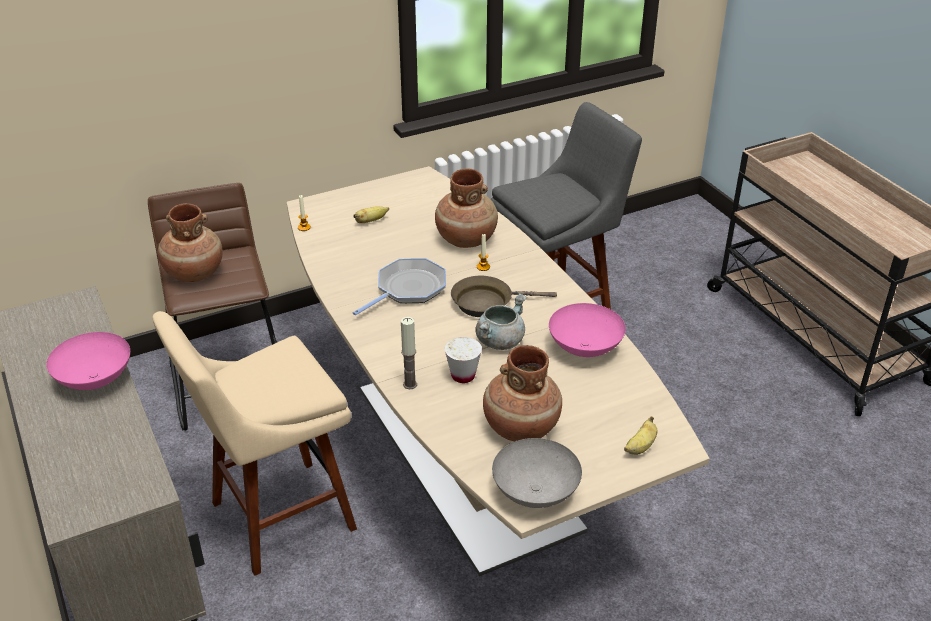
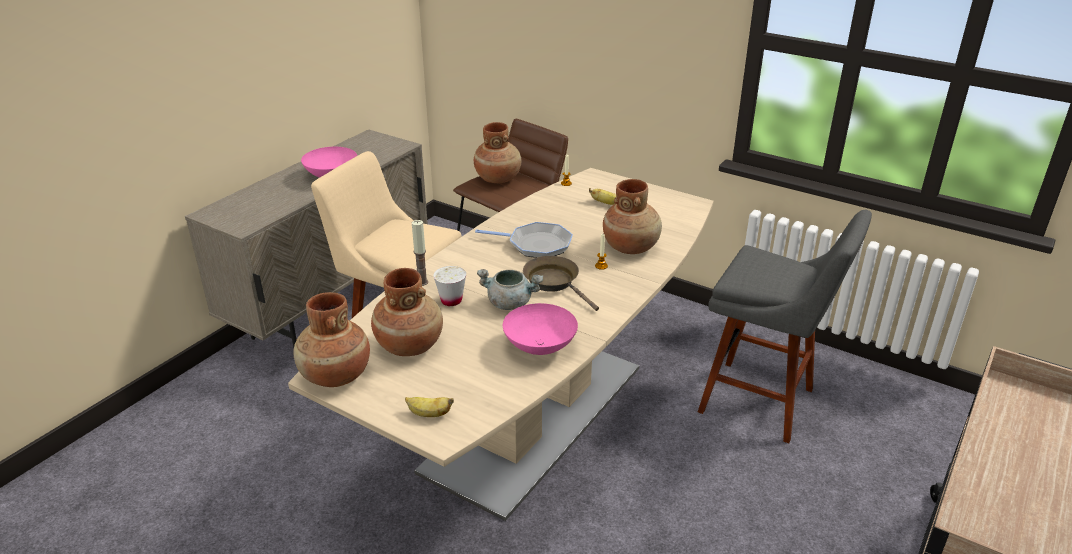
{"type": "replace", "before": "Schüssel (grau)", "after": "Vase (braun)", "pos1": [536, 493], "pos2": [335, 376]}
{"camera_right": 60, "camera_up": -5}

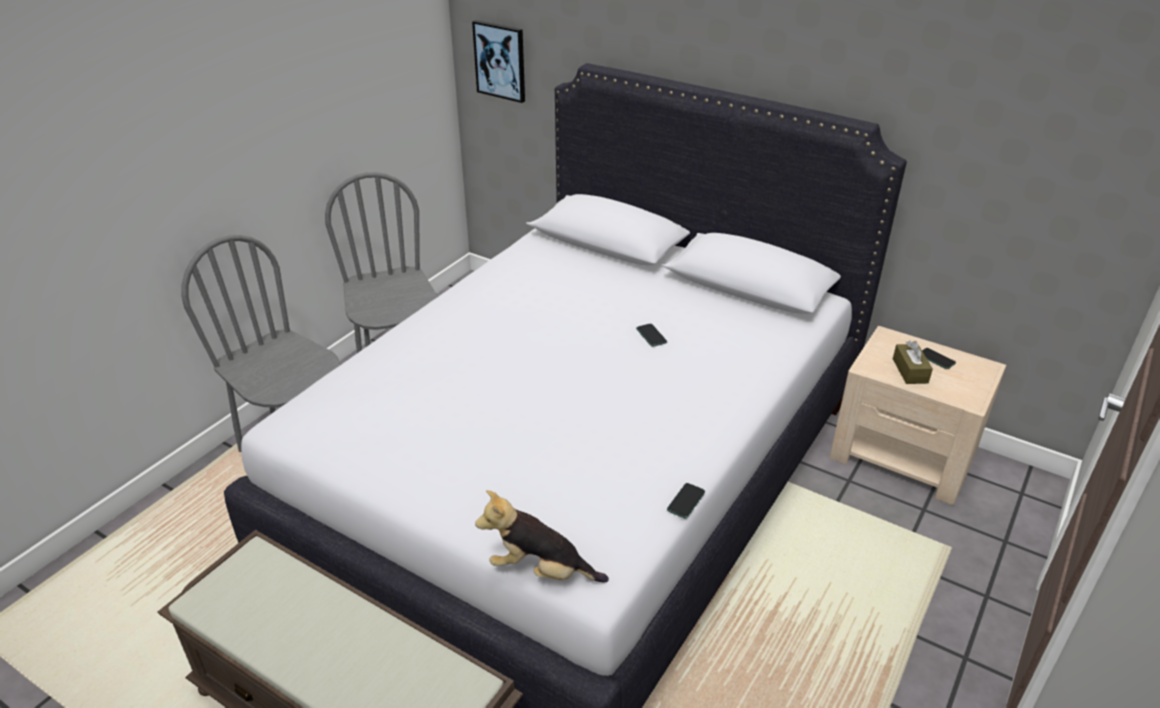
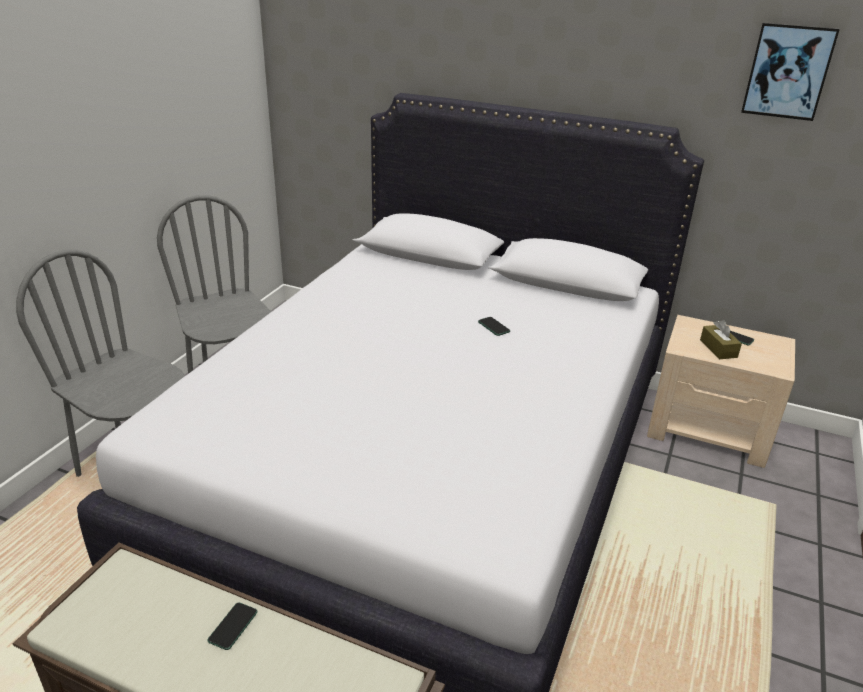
{"type": "delete", "before": "Plüschtier", "pos1": [540, 570]}
{"type": "move", "before": "Bild", "pos1": [500, 60], "pos2": [788, 71]}
{"type": "move", "before": "Handy", "pos1": [686, 501], "pos2": [233, 626]}
{"camera_right": -10, "camera_up": -5}

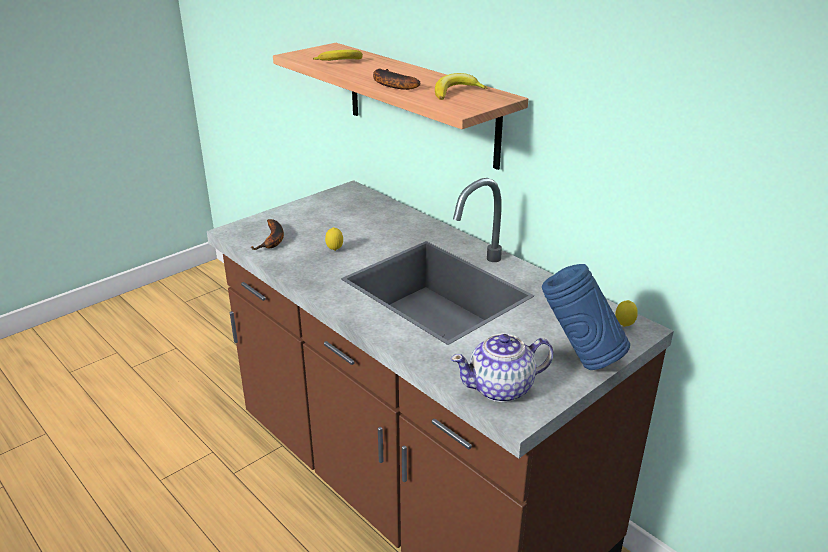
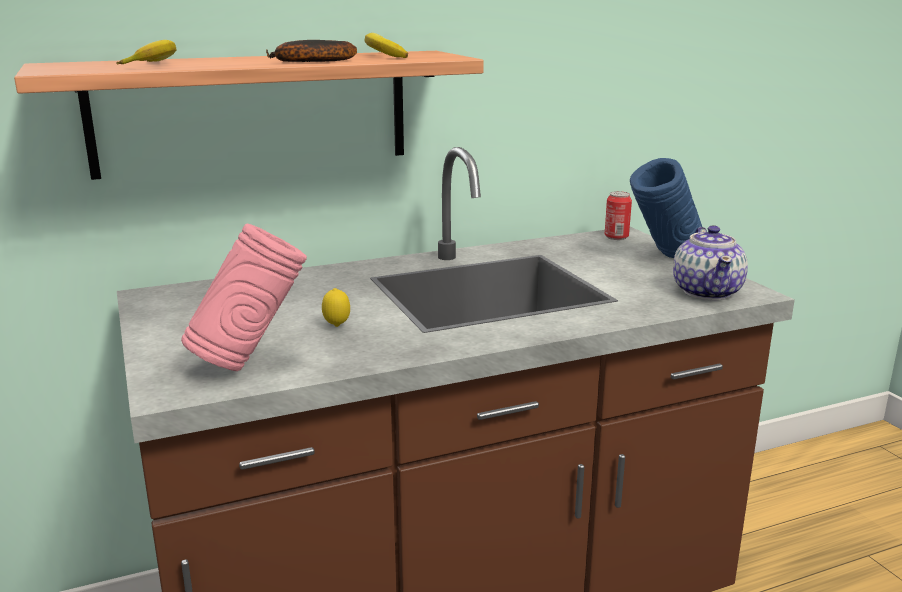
{"type": "replace", "before": "Banane", "after": "Vase (rosa)", "pos1": [273, 240], "pos2": [250, 363]}
{"type": "replace", "before": "Zitrone", "after": "Dose", "pos1": [624, 326], "pos2": [616, 237]}
{"camera_right": -70, "camera_up": -10}

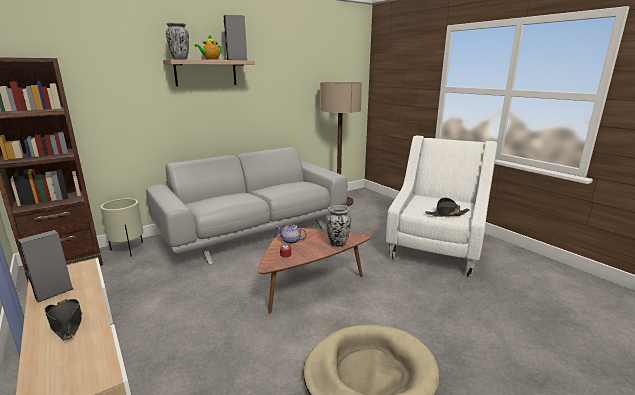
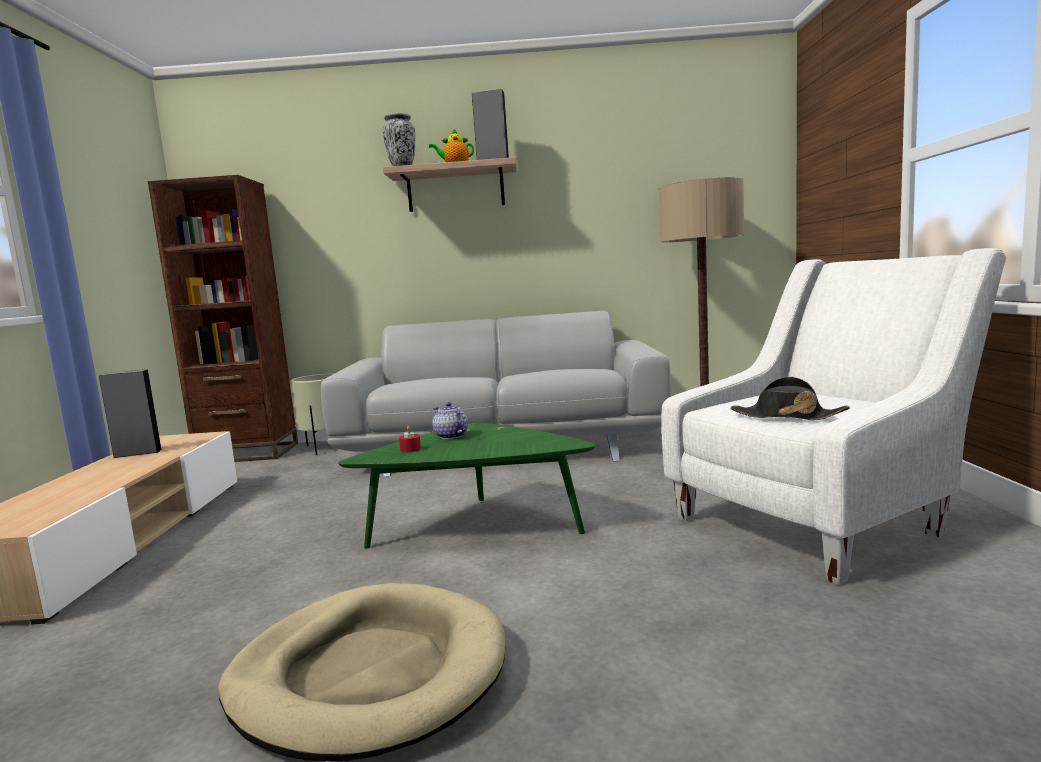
{"type": "delete", "before": "Hut (schwarz)", "pos1": [66, 323]}
{"type": "delete", "before": "Vase", "pos1": [338, 244]}
{"type": "recolor", "before": "Couchtisch (braun)", "after": "Couchtisch (grün)", "pos1": [309, 284], "pos2": [476, 525]}
{"camera_right": 35, "camera_up": -10}

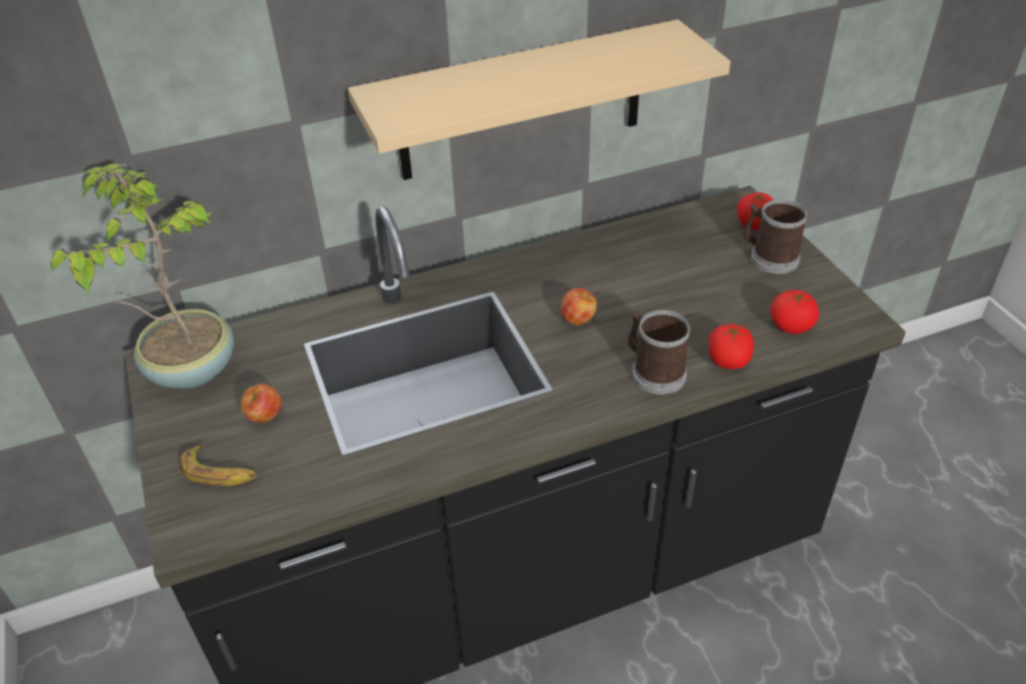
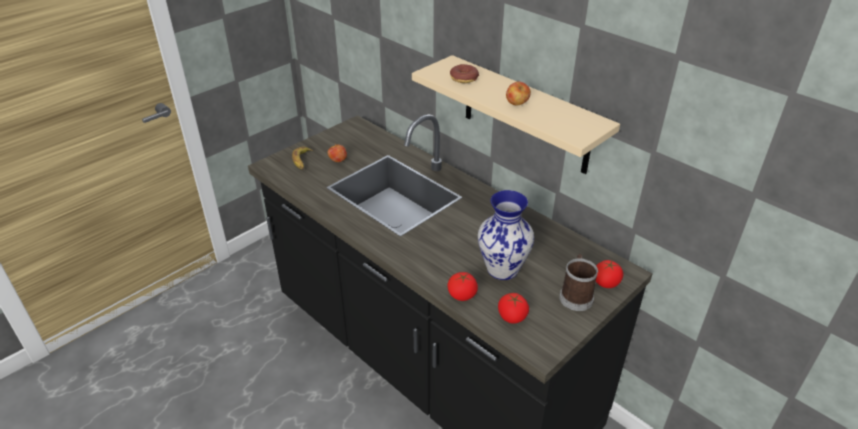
{"type": "delete", "before": "Topfpflanze", "pos1": [190, 369]}
{"type": "delete", "before": "Henkelbecher", "pos1": [653, 372]}
{"type": "insert", "after": "Donut", "pos2": [464, 78]}
{"type": "insert", "after": "Vase", "pos2": [502, 268]}
{"type": "move", "before": "Apfel", "pos1": [578, 320], "pos2": [517, 104]}
{"camera_right": 65, "camera_up": -5}

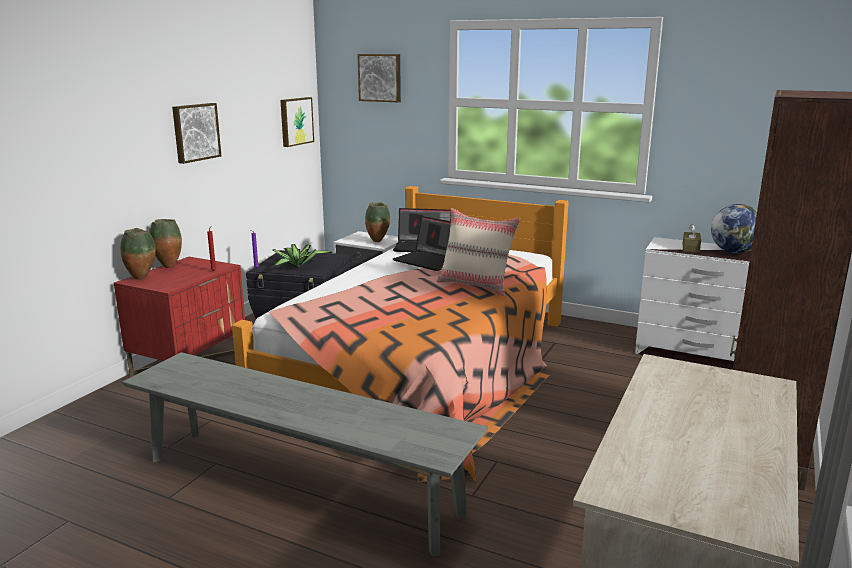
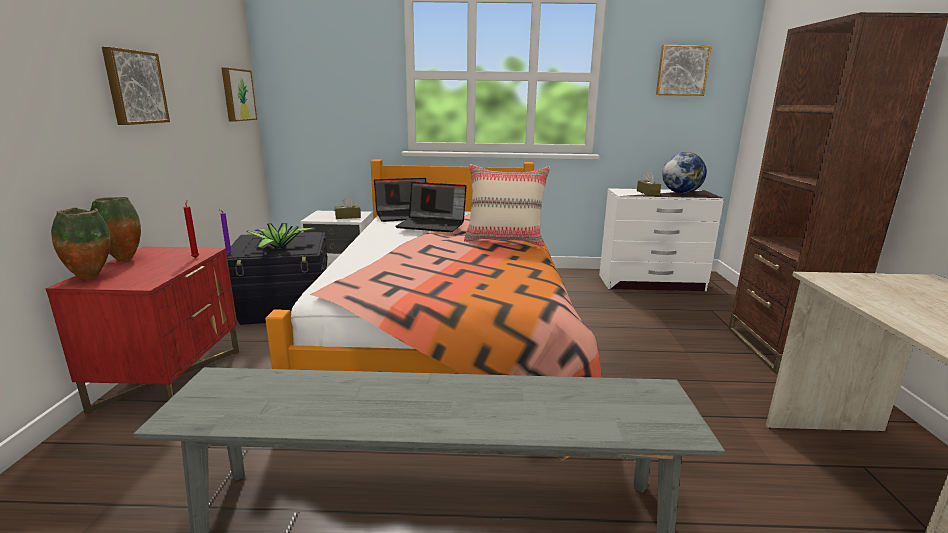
{"type": "move", "before": "Bild", "pos1": [380, 77], "pos2": [682, 70]}
{"type": "replace", "before": "Vase", "after": "Taschentuchbox (braun)", "pos1": [378, 241], "pos2": [348, 217]}
{"camera_right": -25, "camera_up": 0}

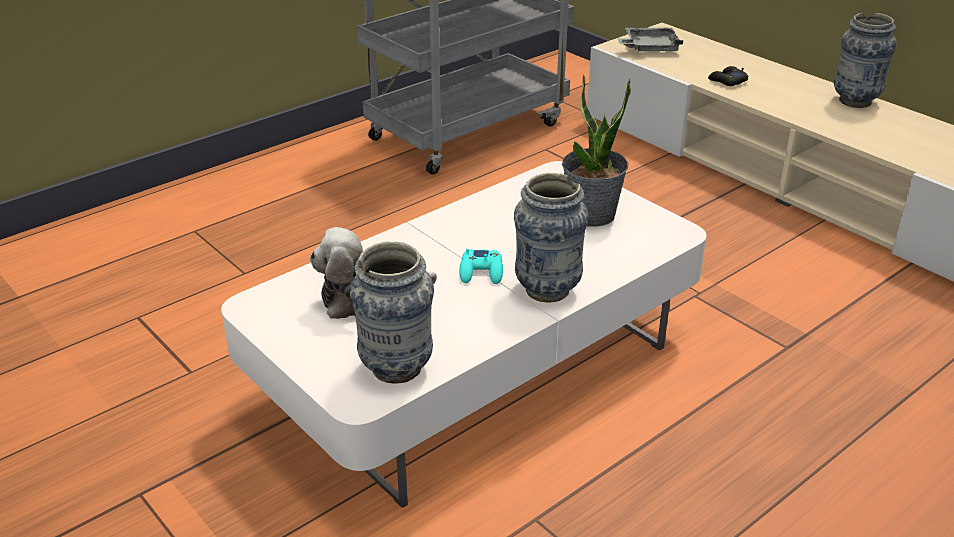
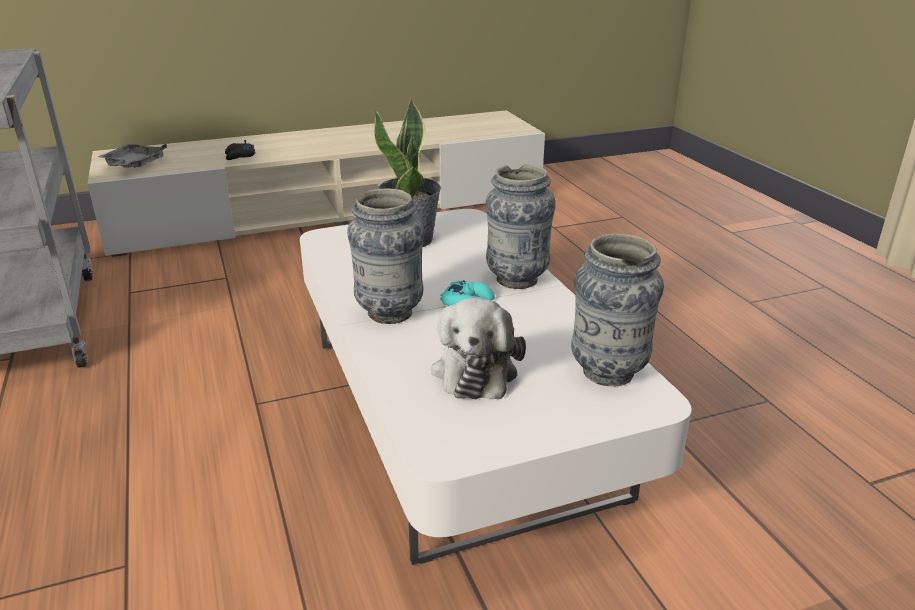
{"type": "move", "before": "Vase", "pos1": [855, 101], "pos2": [389, 313]}
{"camera_right": -70, "camera_up": -5}

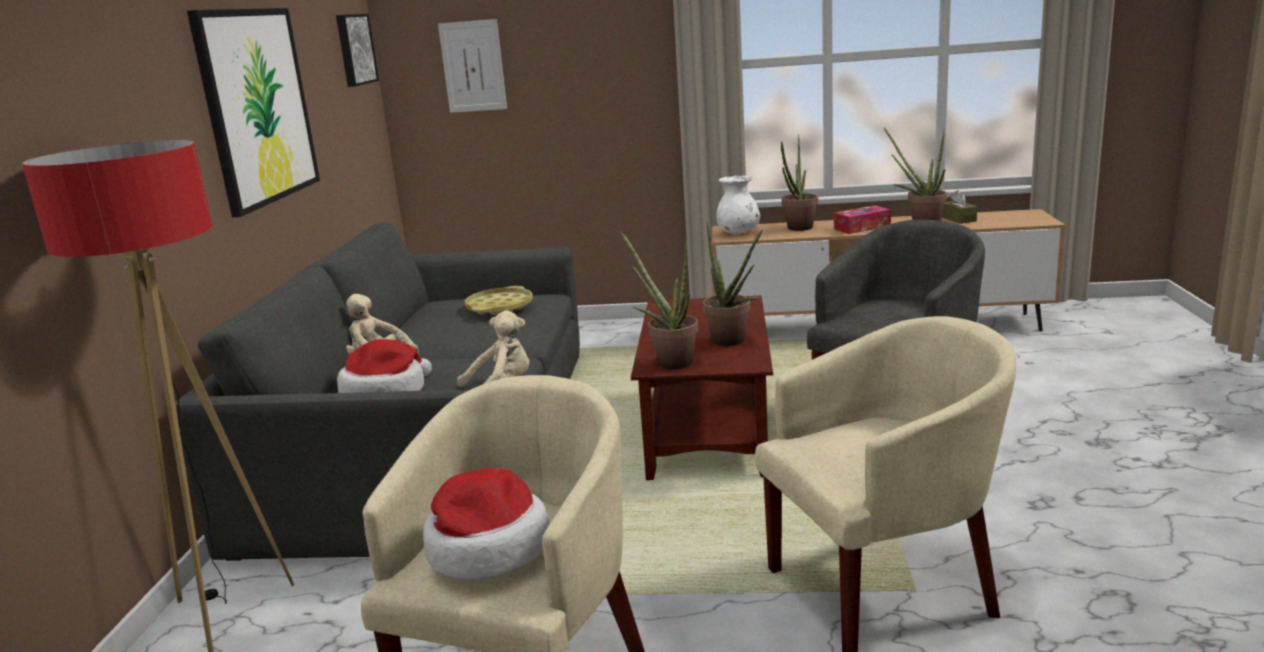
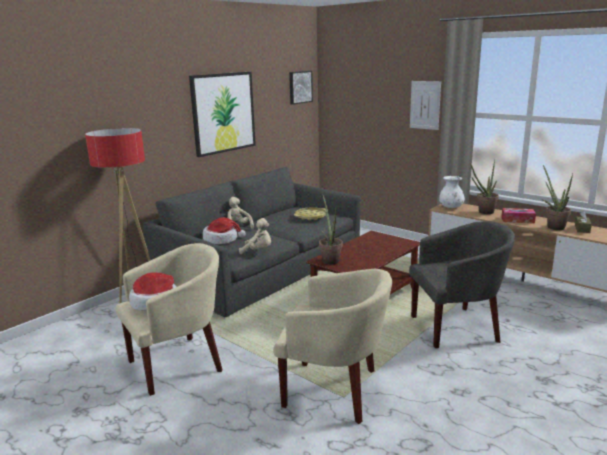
{"type": "delete", "before": "Topfpflanze", "pos1": [732, 342]}
{"type": "move", "before": "Bild", "pos1": [473, 66], "pos2": [425, 105]}
{"camera_right": 35, "camera_up": 0}

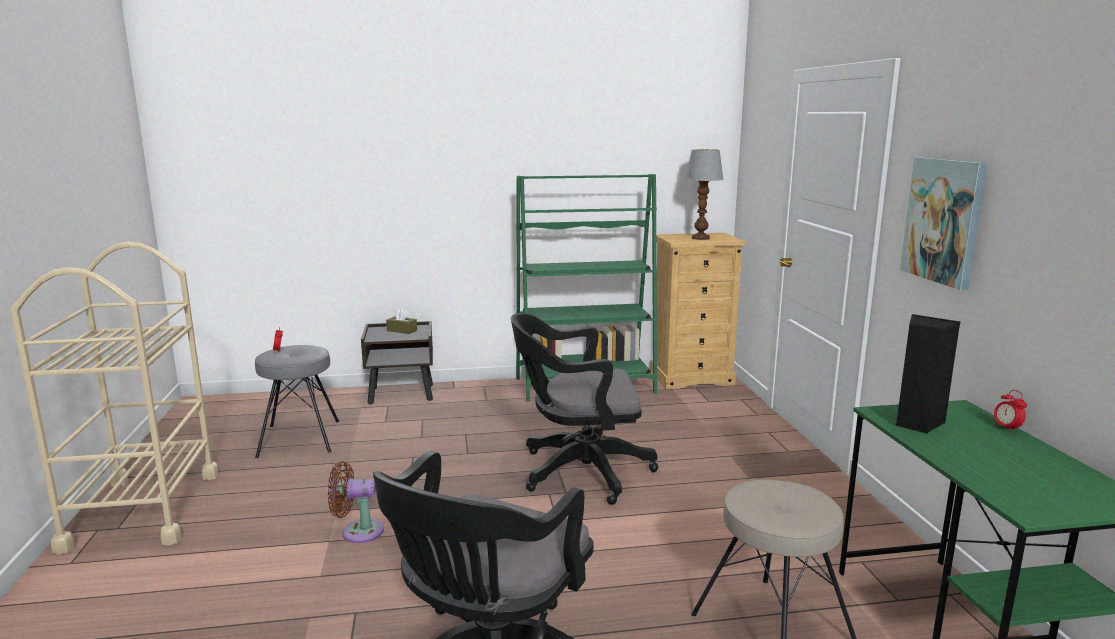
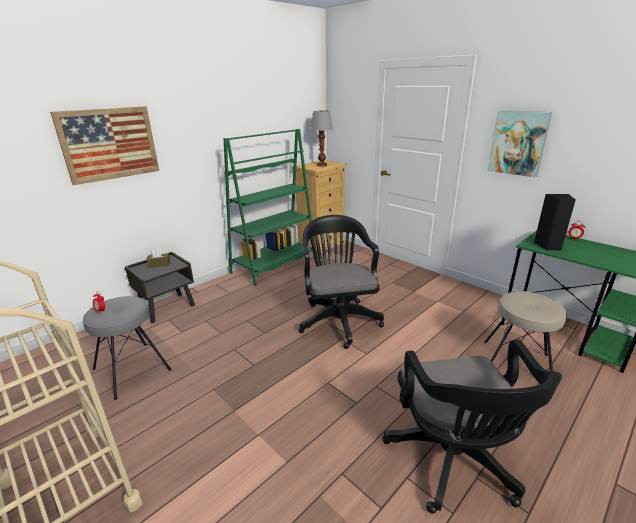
{"type": "delete", "before": "Ventilator (braun)", "pos1": [358, 531]}
{"type": "insert", "after": "Bild", "pos2": [110, 144]}
{"type": "rotate", "before": "Bürostuhl (schwarz)", "pos1": [578, 471], "pos2": [338, 319], "turn": 120}
{"camera_right": -35, "camera_up": 10}

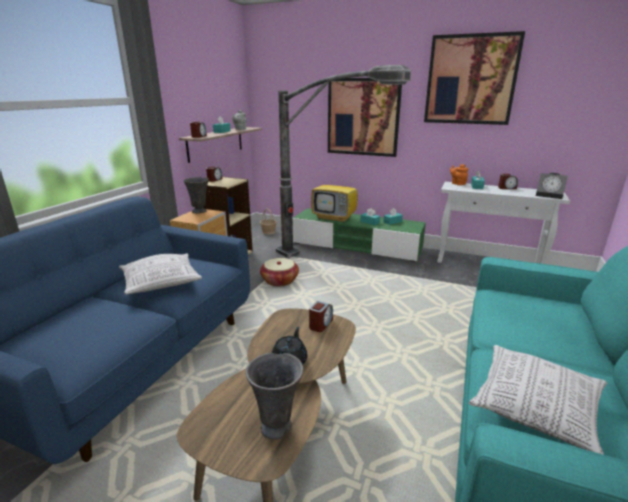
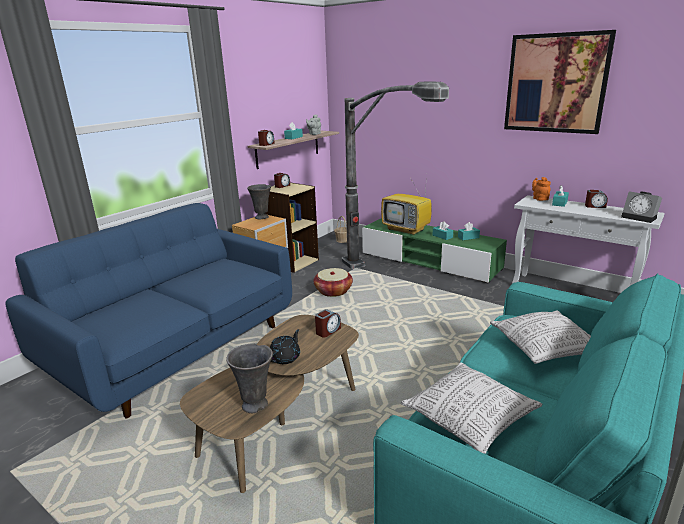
{"type": "delete", "before": "Bild", "pos1": [363, 117]}
{"type": "move", "before": "Kissen", "pos1": [161, 283], "pos2": [544, 348]}
{"camera_right": 15, "camera_up": 0}

